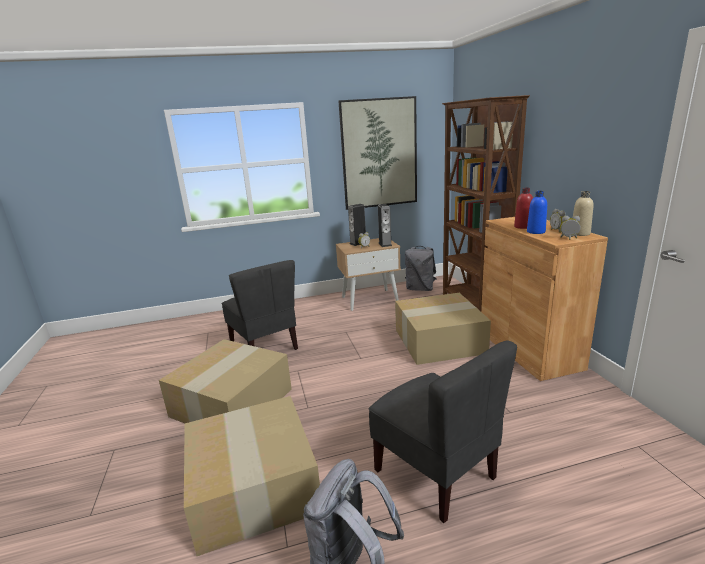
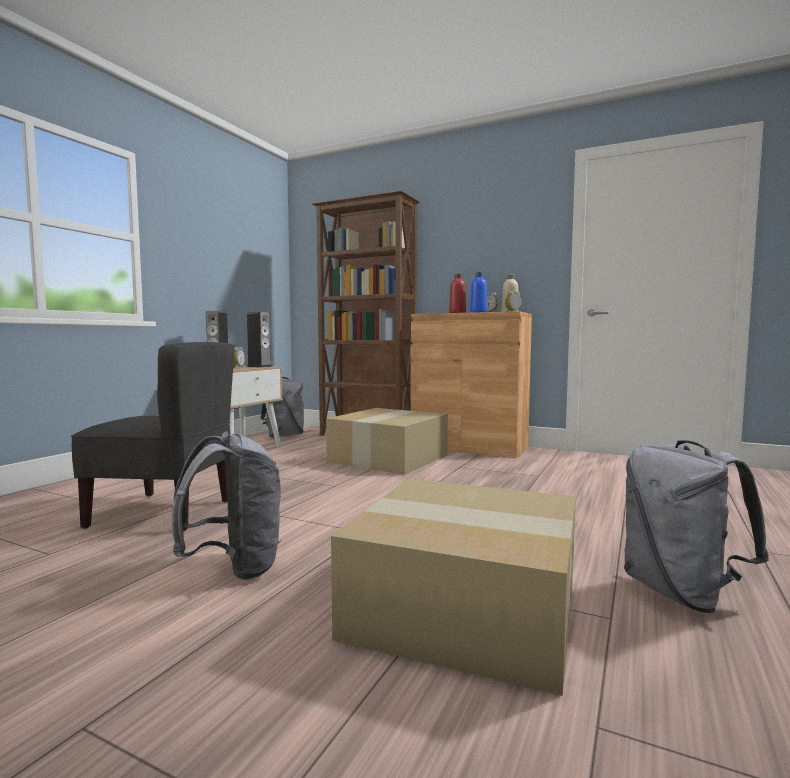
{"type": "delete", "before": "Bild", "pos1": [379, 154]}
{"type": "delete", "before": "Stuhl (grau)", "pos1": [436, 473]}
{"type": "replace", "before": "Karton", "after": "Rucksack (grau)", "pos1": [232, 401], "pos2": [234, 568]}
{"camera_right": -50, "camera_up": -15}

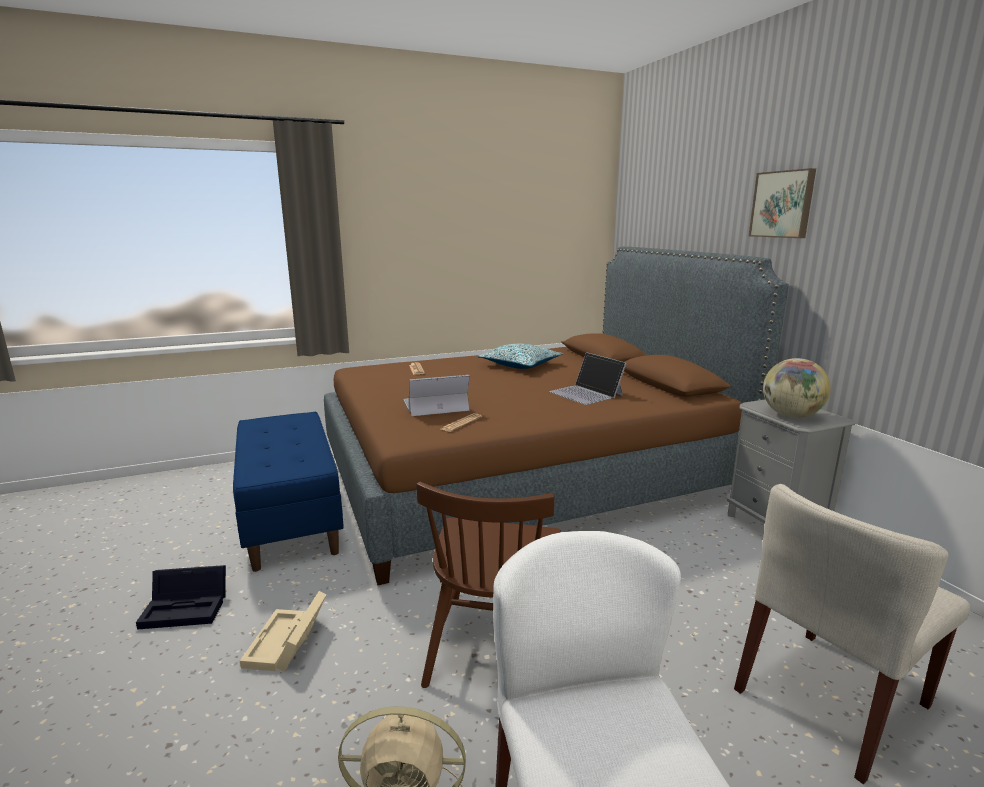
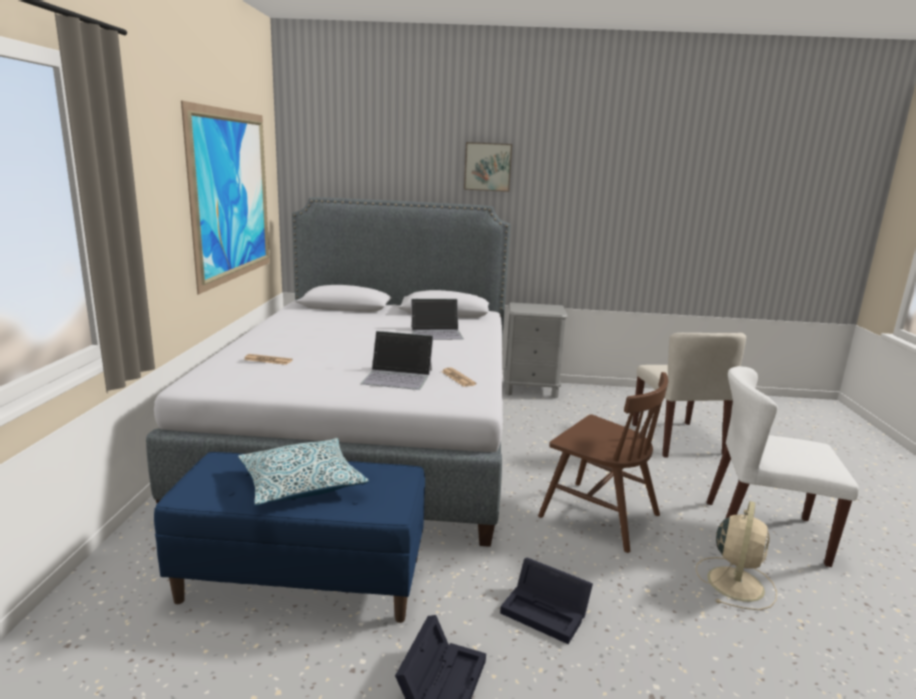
{"type": "delete", "before": "Globus", "pos1": [790, 416]}
{"type": "insert", "after": "Bild", "pos2": [232, 196]}
{"type": "move", "before": "Kissen", "pos1": [520, 365], "pos2": [301, 483]}
{"type": "recolor", "before": "Aufbewahrungsbox (beige)", "after": "Aufbewahrungsbox (schwarz)", "pos1": [287, 644], "pos2": [547, 612]}
{"type": "recolor", "before": "Bett (braun)", "after": "Bett (grau)", "pos1": [525, 475], "pos2": [370, 433]}
{"type": "rotate", "before": "Laptop", "pos1": [434, 405], "pos2": [398, 376], "turn": -90}
{"camera_right": -65, "camera_up": 0}

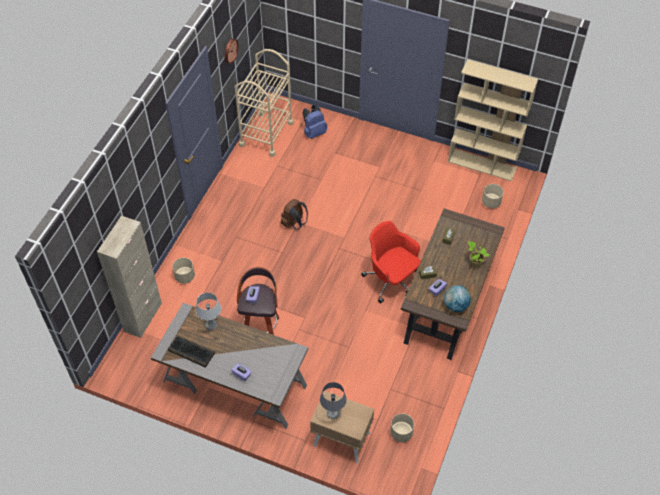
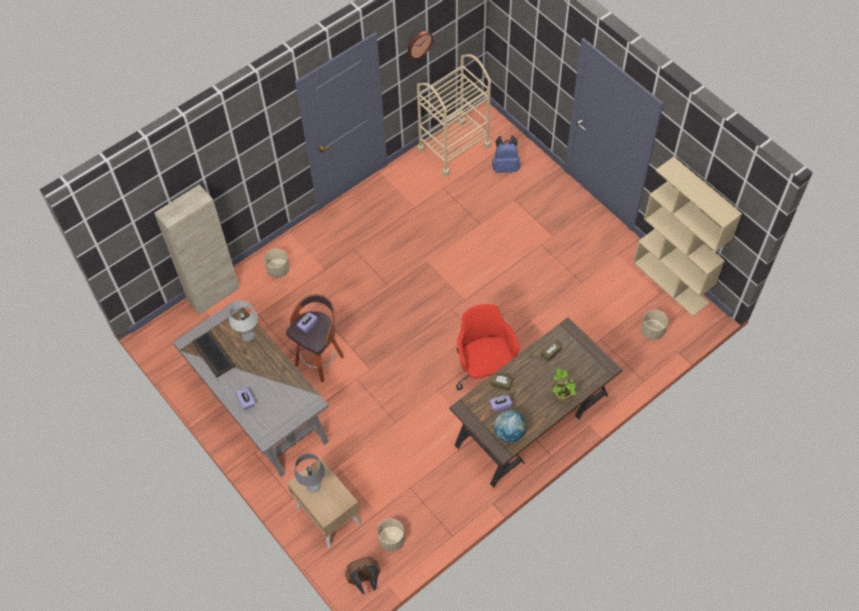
{"type": "move", "before": "Rucksack (braun)", "pos1": [294, 224], "pos2": [364, 580]}
{"camera_right": 30, "camera_up": 5}

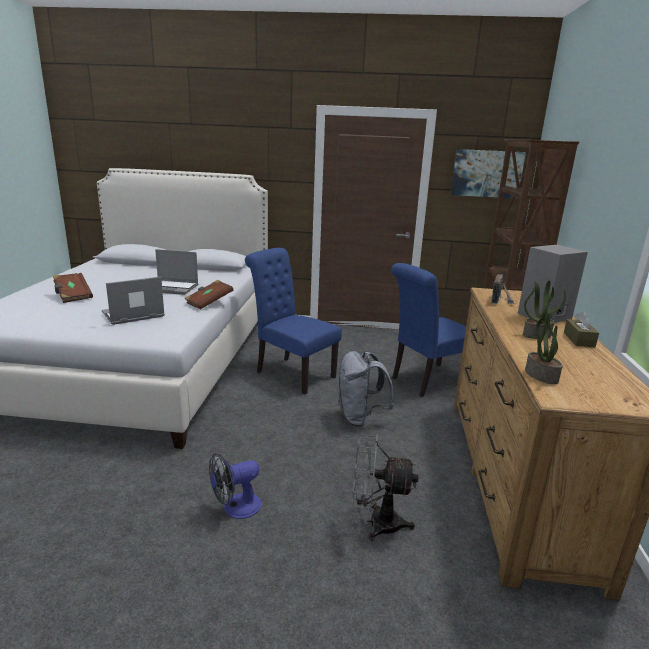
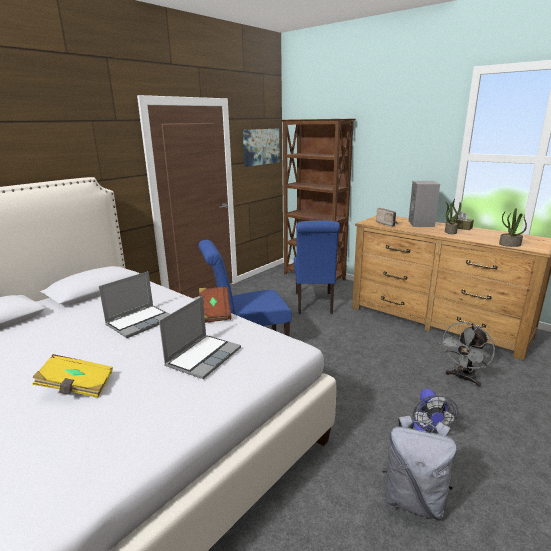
{"type": "move", "before": "Rucksack (grau)", "pos1": [360, 417], "pos2": [414, 499]}
{"type": "recolor", "before": "Buch (braun)", "after": "Buch (gelb)", "pos1": [72, 296], "pos2": [77, 387]}
{"type": "rotate", "before": "Laptop", "pos1": [132, 315], "pos2": [203, 357], "turn": -150}
{"camera_right": -55, "camera_up": 0}

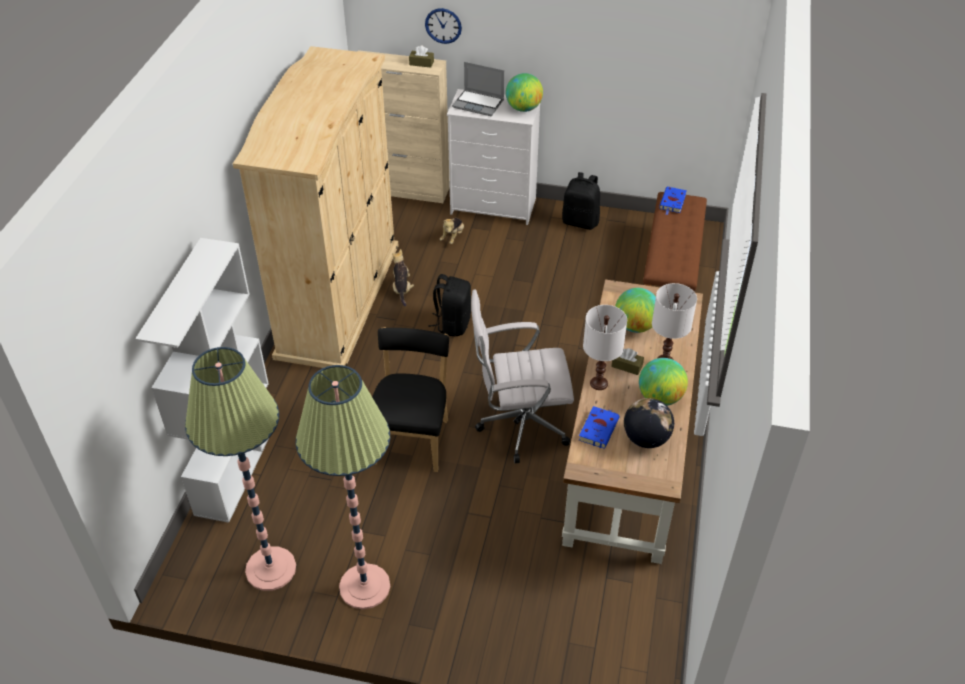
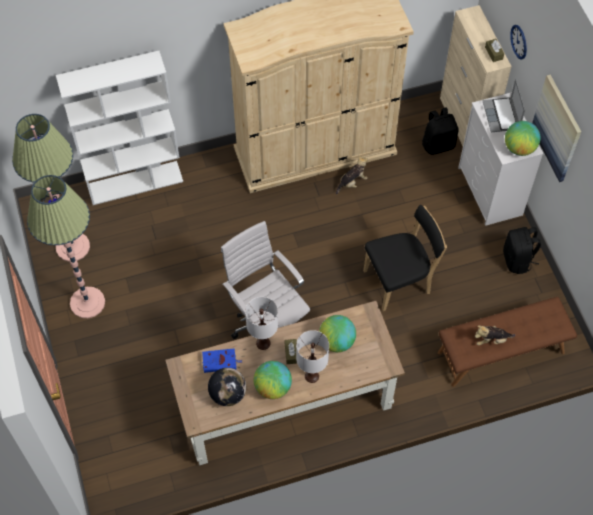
{"type": "delete", "before": "Buch (blau)", "pos1": [672, 202]}
{"type": "insert", "after": "Bild", "pos2": [557, 128]}
{"type": "move", "before": "Stuhl (schwarz)", "pos1": [413, 438], "pos2": [400, 281]}
{"type": "move", "before": "Rucksack (schwarz)", "pos1": [452, 324], "pos2": [438, 144]}
{"type": "move", "before": "Plüschtier", "pos1": [453, 237], "pos2": [491, 340]}
{"camera_right": 60, "camera_up": 15}

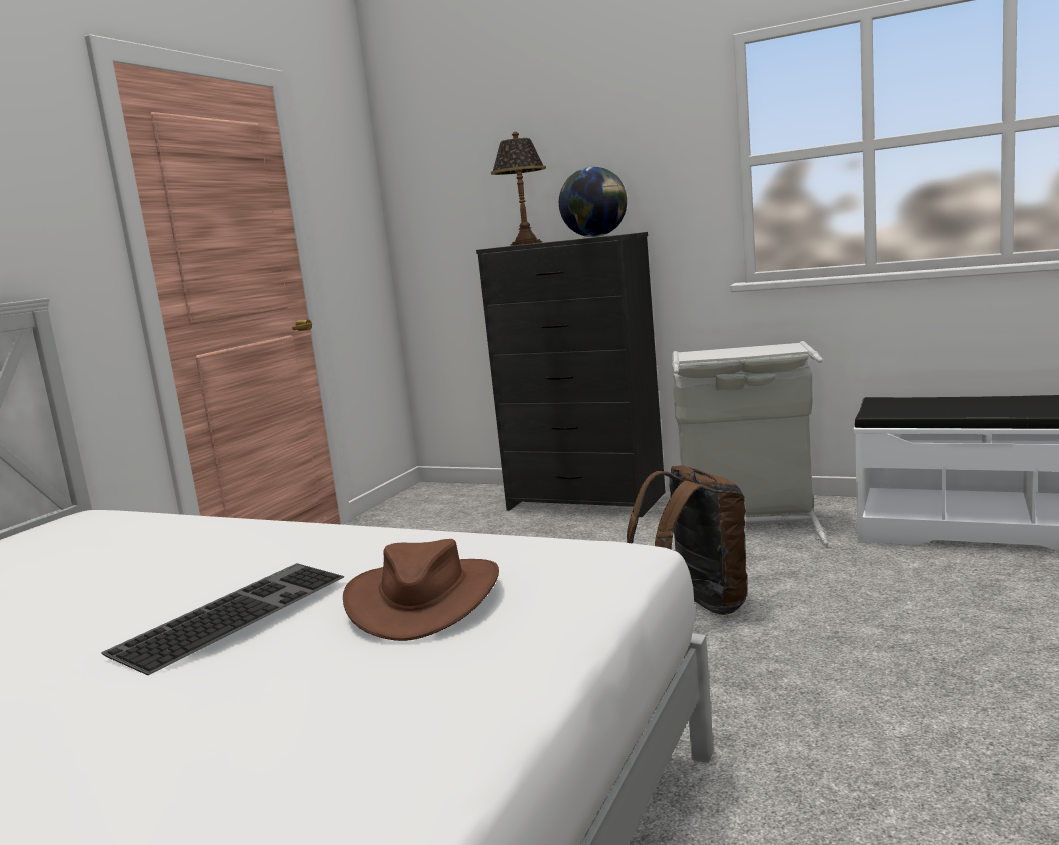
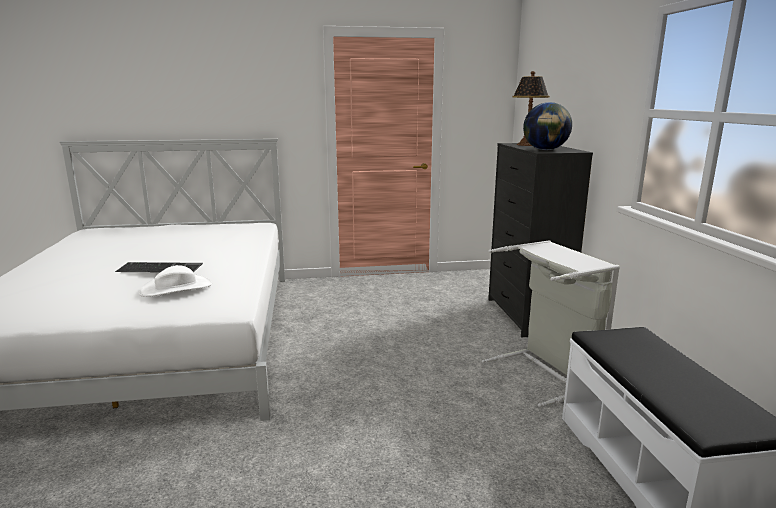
{"type": "delete", "before": "Rucksack (braun)", "pos1": [696, 605]}
{"type": "recolor", "before": "Hut (braun)", "after": "Hut (weiß)", "pos1": [423, 598], "pos2": [176, 288]}
{"camera_right": 55, "camera_up": 5}

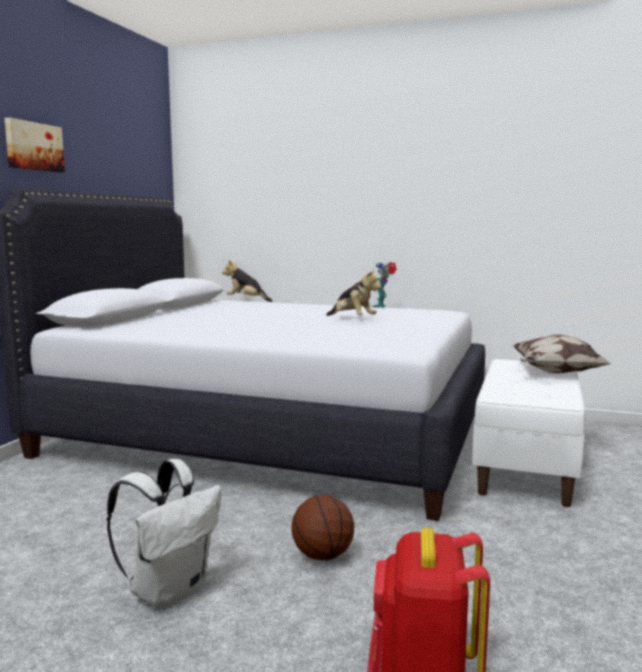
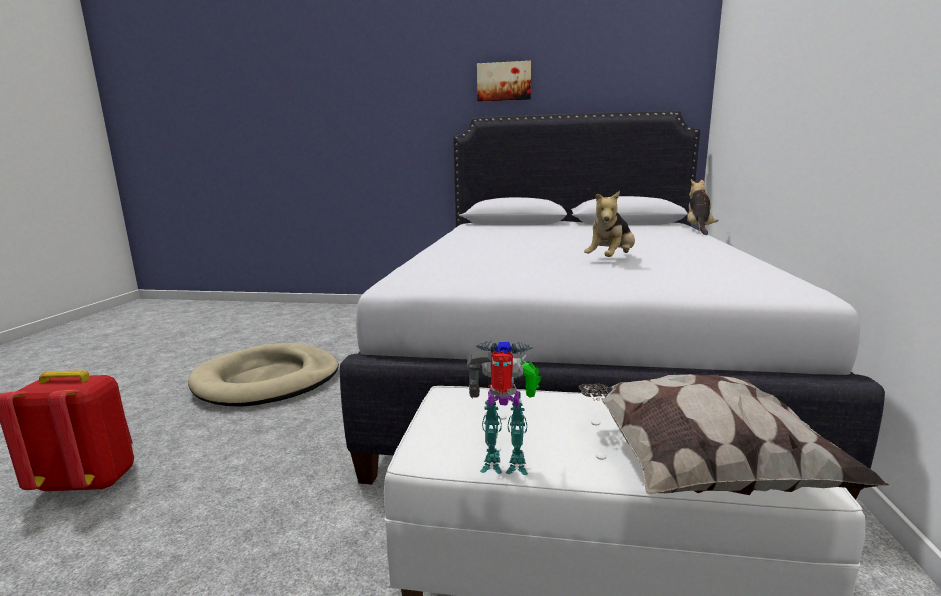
{"type": "delete", "before": "Basketball", "pos1": [323, 556]}
{"type": "move", "before": "Spielzeugroboter", "pos1": [381, 306], "pos2": [507, 466]}
{"type": "replace", "before": "Rucksack (weiß)", "after": "Hundebett (beige)", "pos1": [170, 590], "pos2": [268, 380]}
{"camera_right": 80, "camera_up": 5}

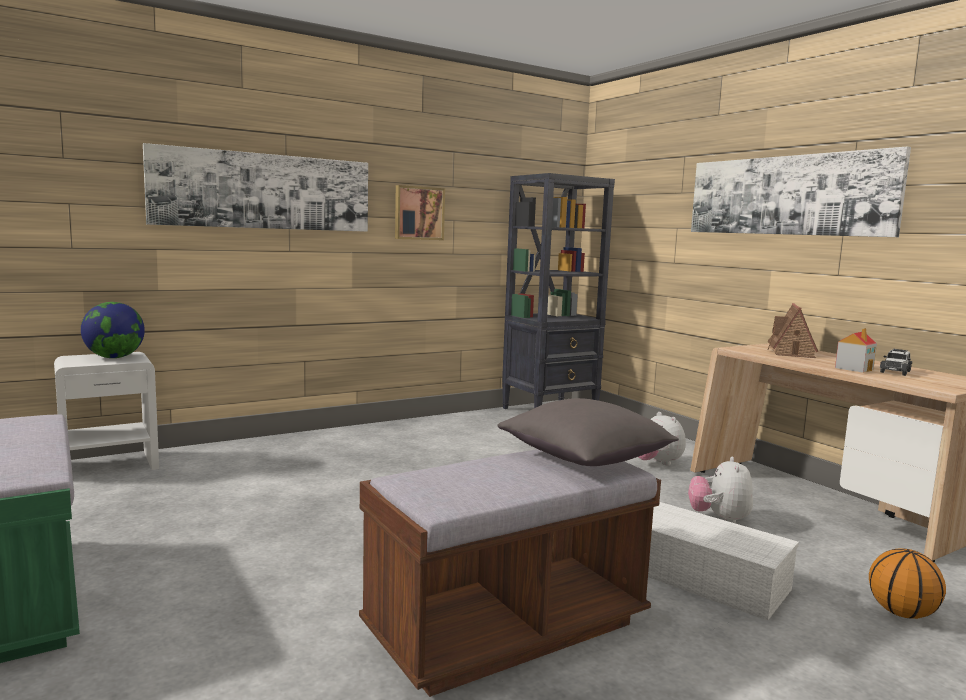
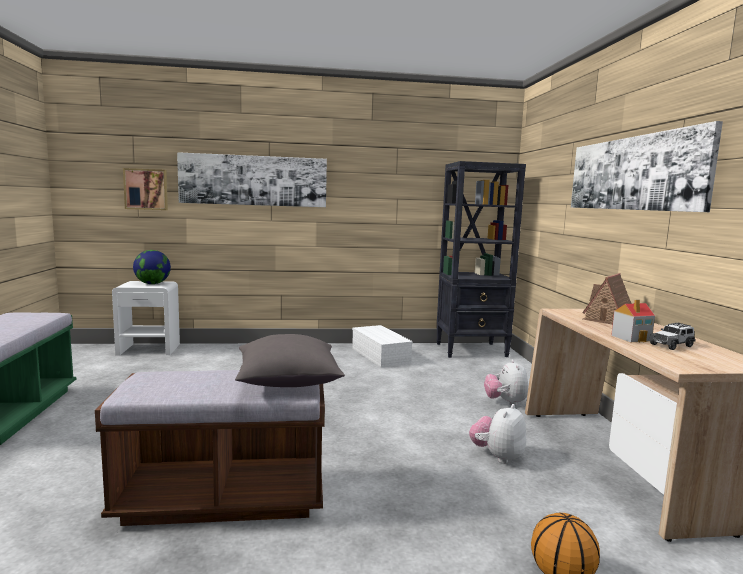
{"type": "move", "before": "Bild", "pos1": [418, 213], "pos2": [146, 189]}
{"type": "move", "before": "Aufbewahrungsbox (weiß)", "pos1": [706, 578], "pos2": [381, 355]}
{"camera_right": 25, "camera_up": 0}

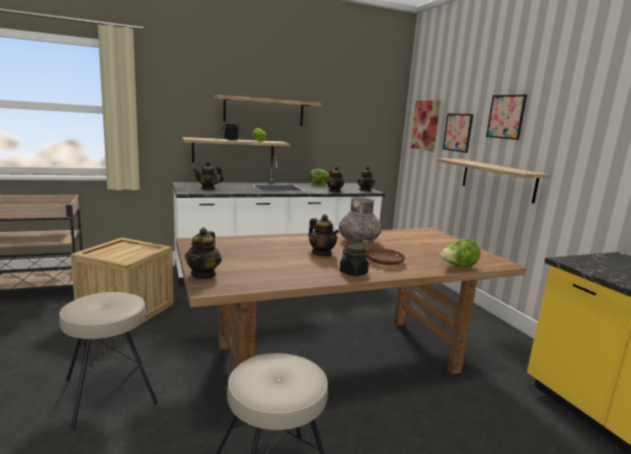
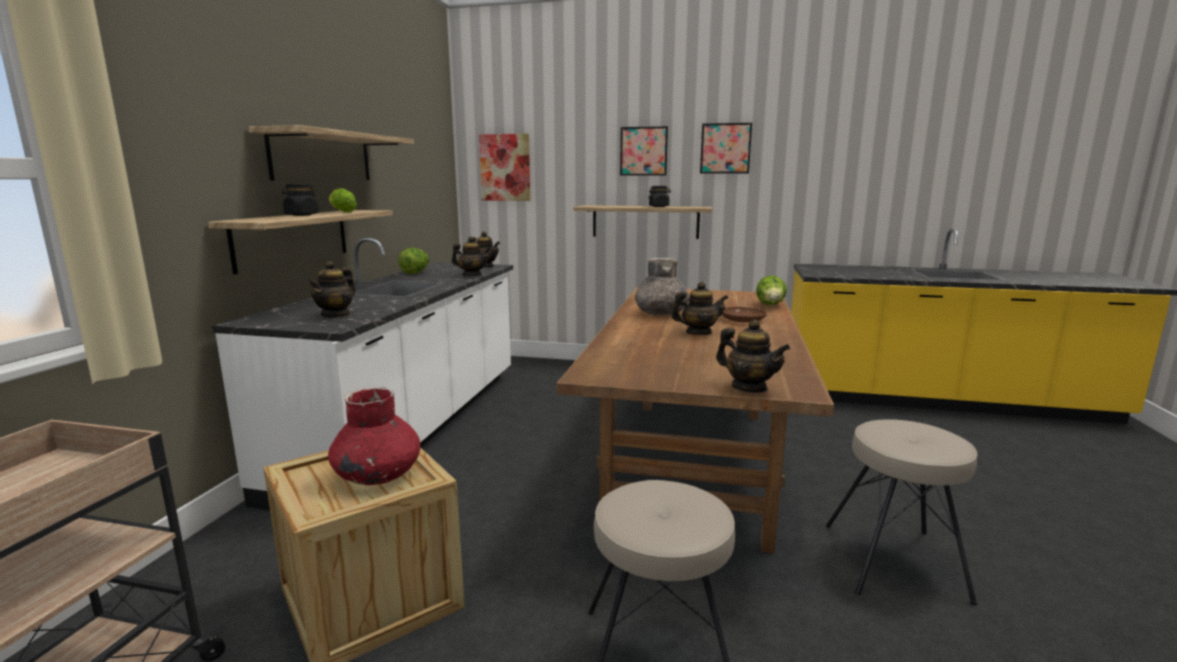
{"type": "insert", "after": "Vase (rot)", "pos2": [377, 475]}
{"type": "move", "before": "Vorratsglas (schwarz)", "pos1": [353, 273], "pos2": [659, 206]}
{"type": "move", "before": "Bild", "pos1": [457, 132], "pos2": [725, 148]}
{"camera_right": -55, "camera_up": 0}

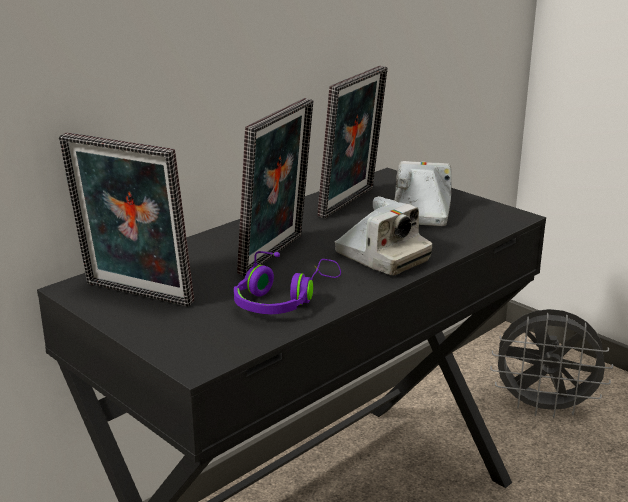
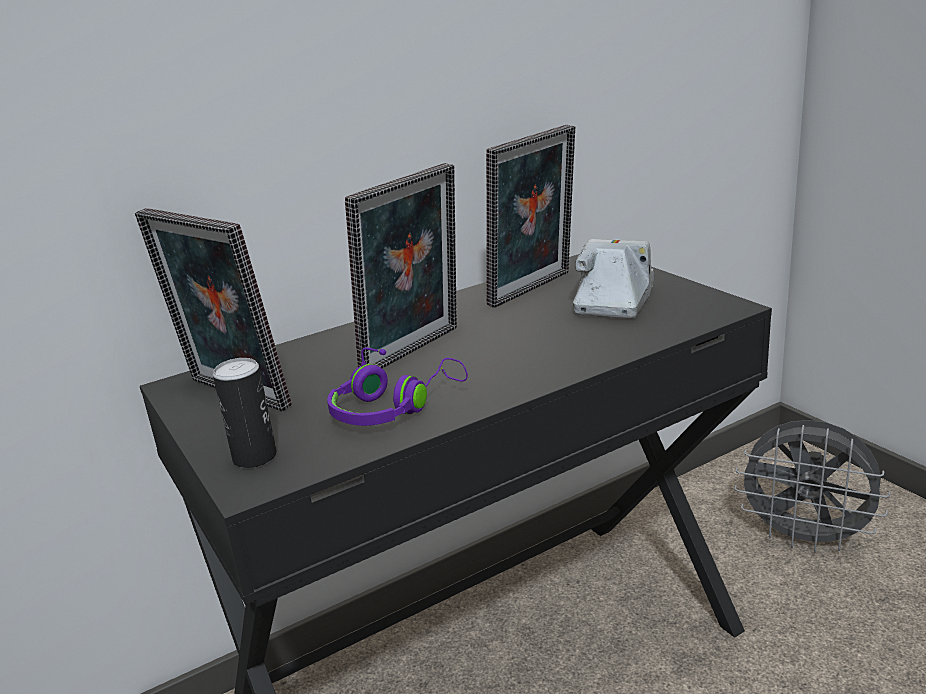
{"type": "delete", "before": "Kamera", "pos1": [382, 257]}
{"type": "insert", "after": "Dose", "pos2": [255, 457]}
{"camera_right": 15, "camera_up": 0}

